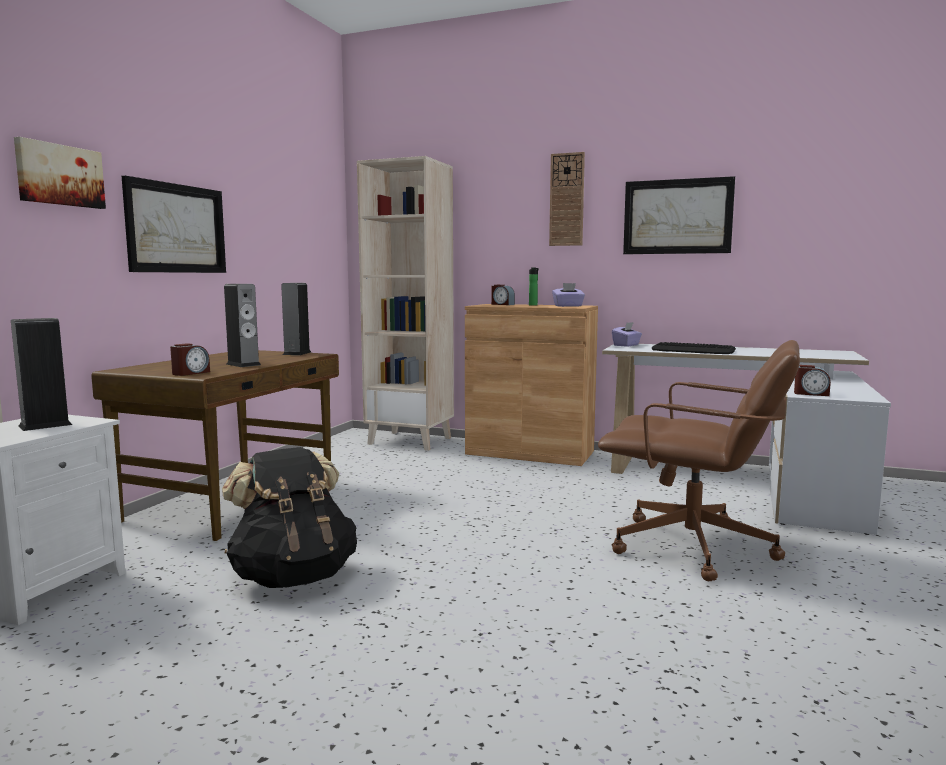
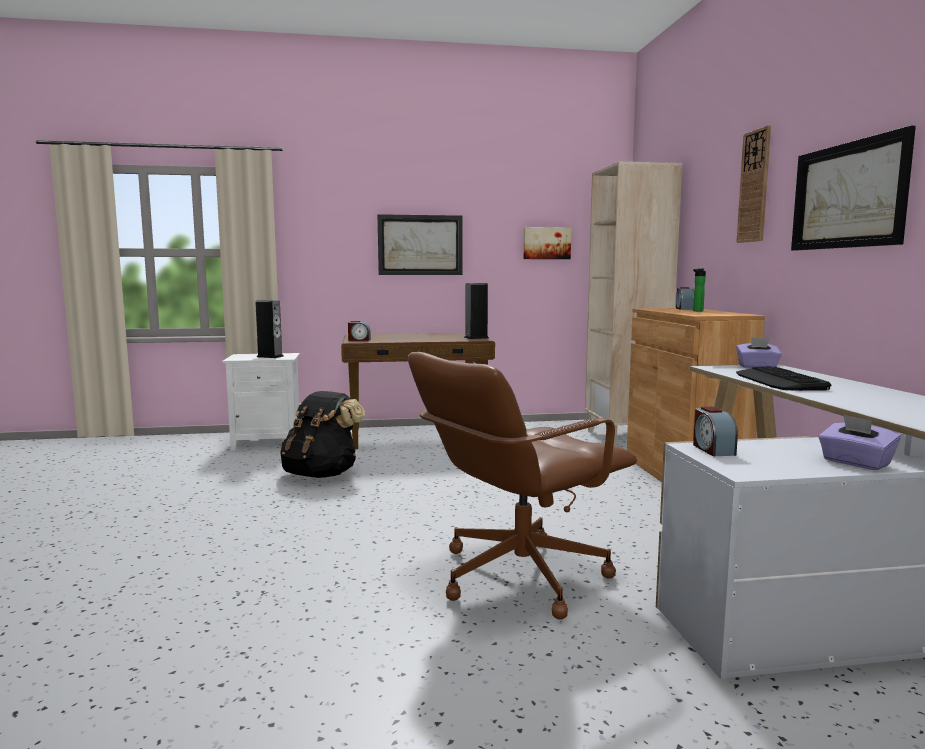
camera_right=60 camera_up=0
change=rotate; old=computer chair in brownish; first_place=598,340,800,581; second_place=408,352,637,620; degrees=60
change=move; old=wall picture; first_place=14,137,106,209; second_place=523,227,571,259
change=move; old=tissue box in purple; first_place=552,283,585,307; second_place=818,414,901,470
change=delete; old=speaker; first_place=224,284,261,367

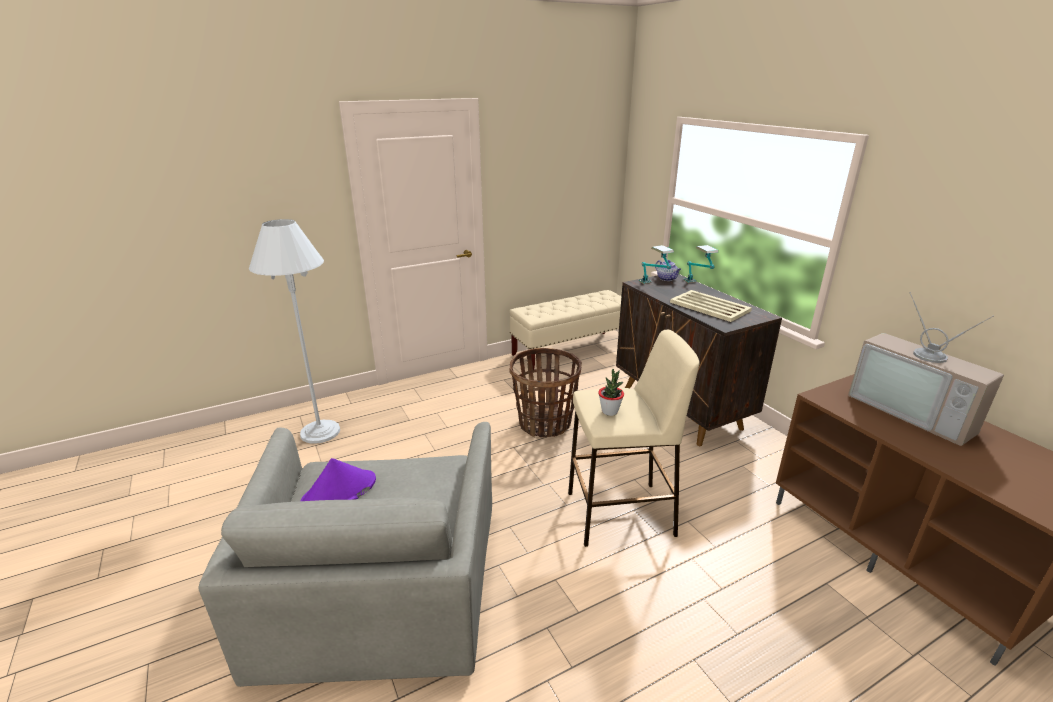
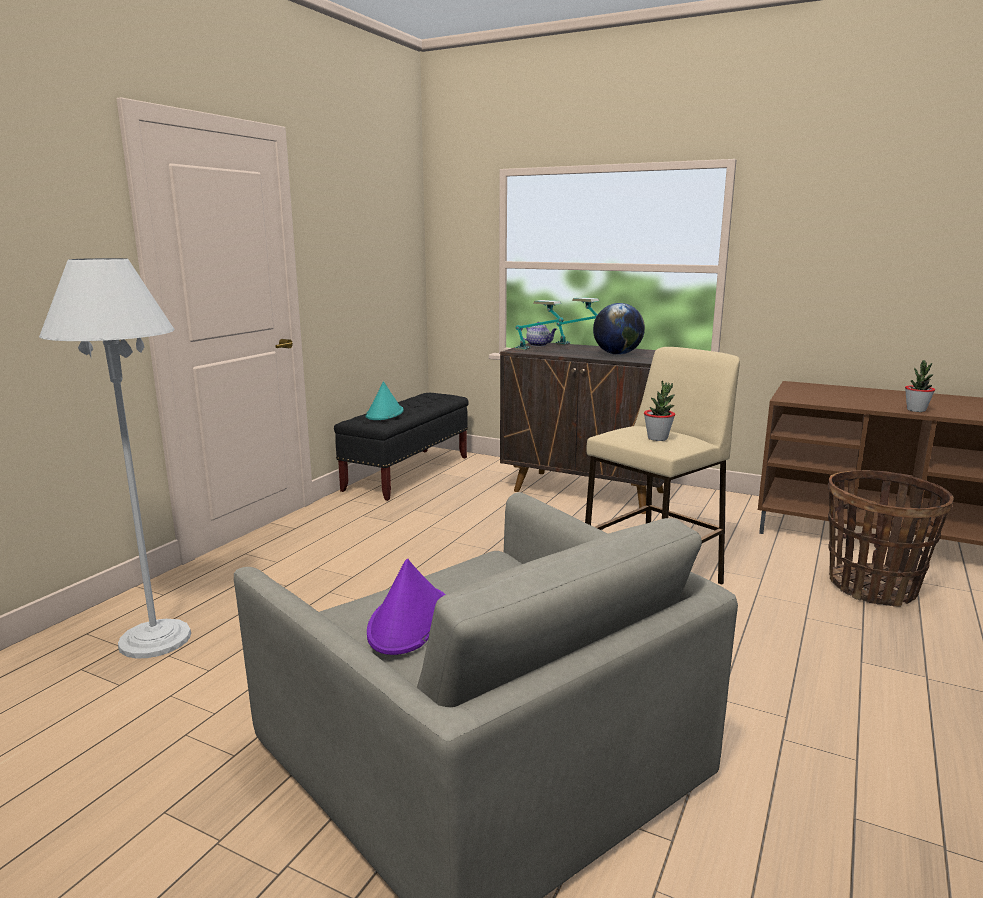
camera_right=-35 camera_up=-10
change=recolor; old=long seat in beige; new=long seat in black-coloured; first_place=509,290,621,370; second_place=334,393,469,501
change=insert; new=hat in turquoise; second_place=365,381,404,420
change=replace; old=carrying tray in beige; new=globe; first_place=670,290,752,322; second_place=593,303,645,355
change=move; old=basket; first_place=510,348,582,437; second_place=828,470,954,607
change=insert; new=potted plant; second_place=905,360,935,412
change=delete; old=TV set; first_place=848,292,1004,446

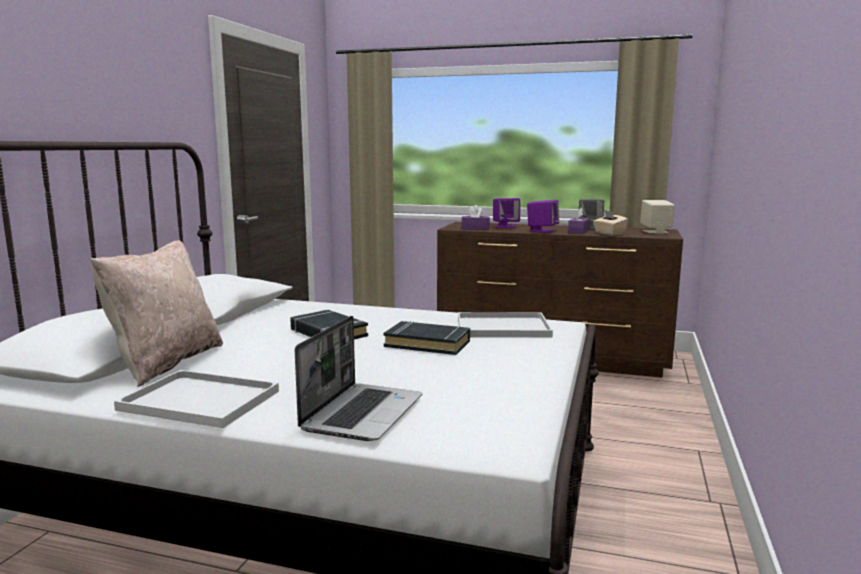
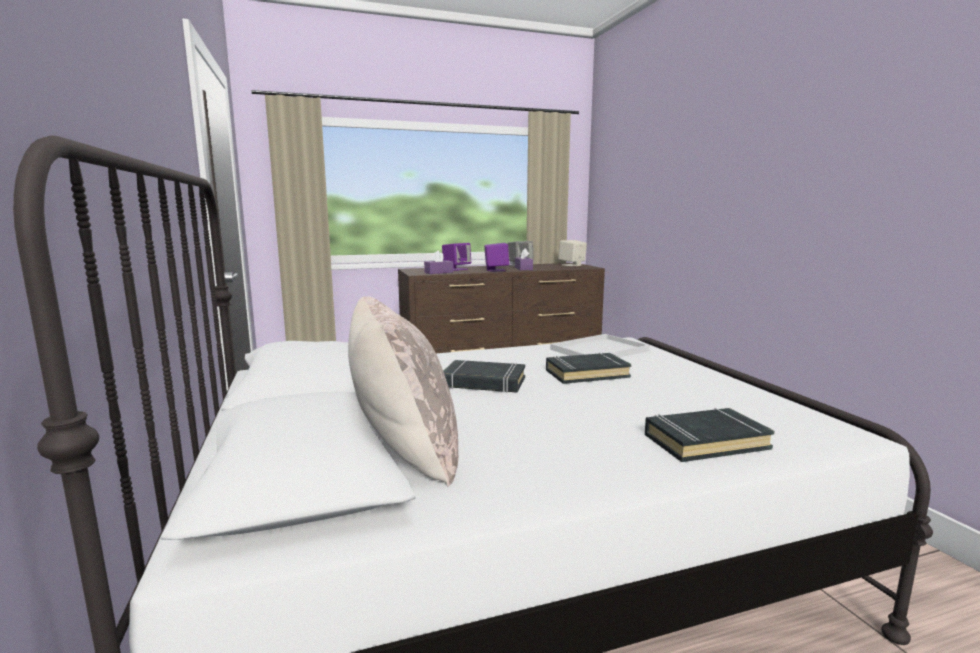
camera_right=-35 camera_up=0
change=replace; old=portable computer; new=volume in black-coloured; first_place=295,316,422,441; second_place=645,408,775,462
change=delete; old=carrying tray in white-coloured; first_place=114,370,279,428
change=delete; old=tissue box in beige; first_place=593,210,628,235

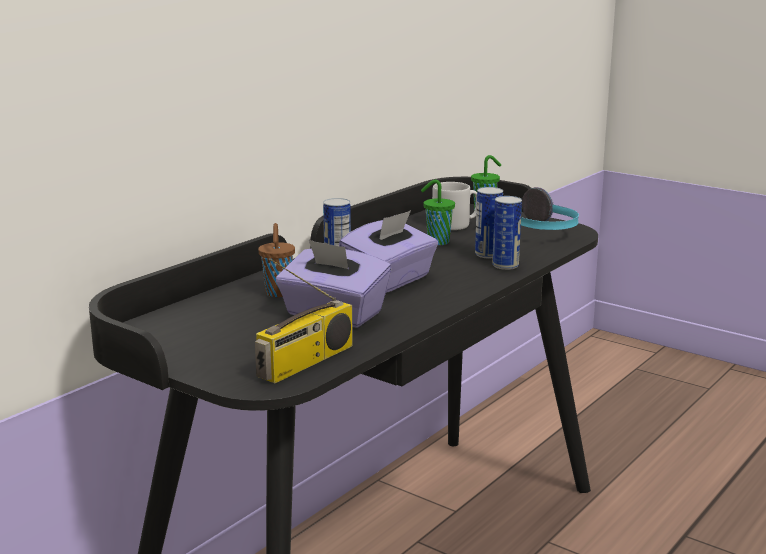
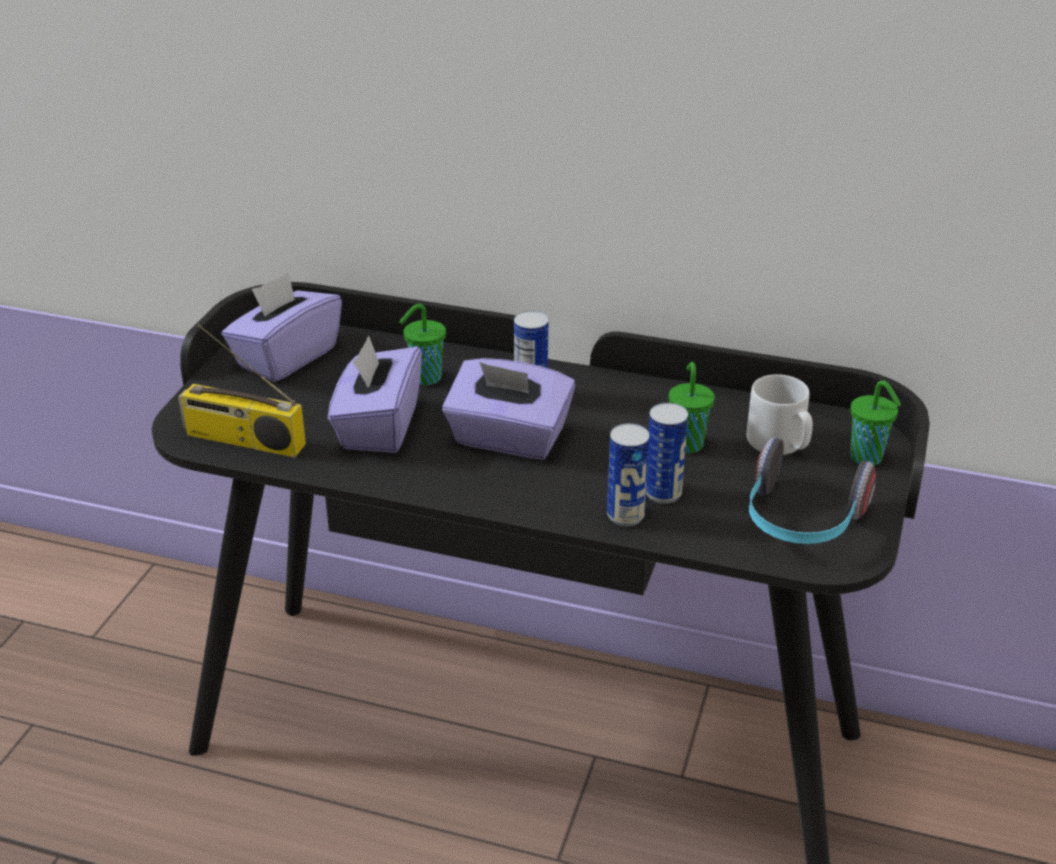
camera_right=70 camera_up=15
change=insert; new=tissue box in purple; second_place=222,272,342,382
change=recolor; old=small cup in brownish; new=small cup in green-coloured; first_place=258,223,295,297; second_place=399,304,446,385

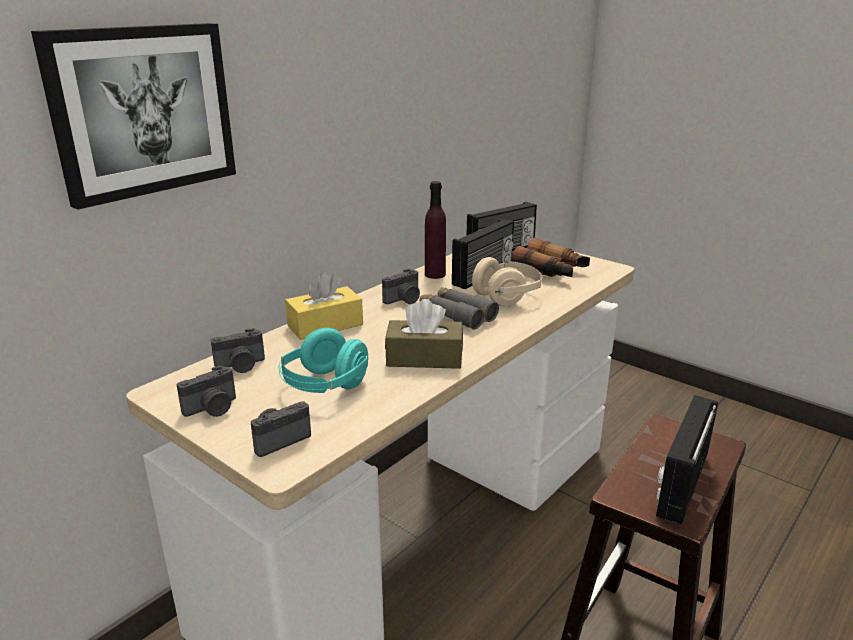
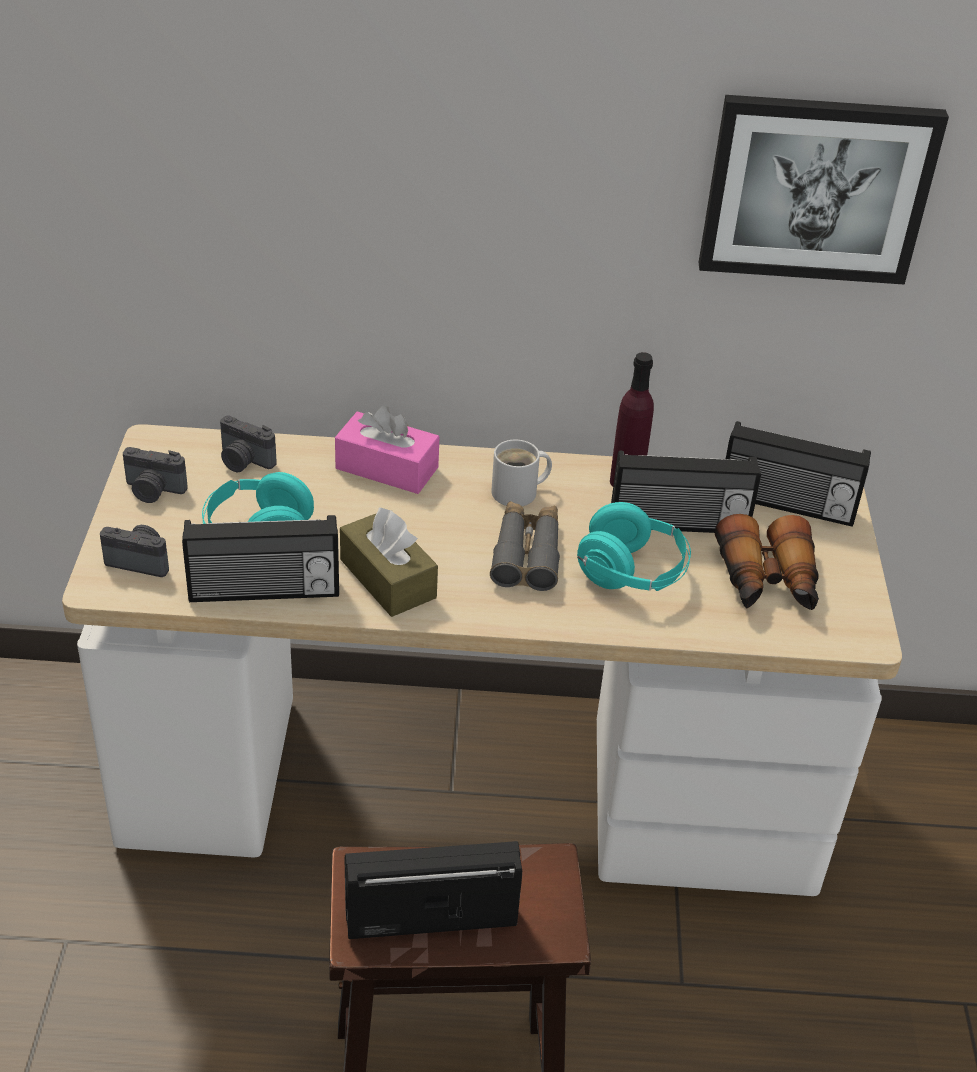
camera_right=50 camera_up=15
change=insert; new=radio receiver; second_place=182,515,339,602
change=recolor; old=tissue box in yellowish; new=tissue box in pink-coloured; first_place=285,273,363,340; second_place=335,406,439,494
change=replace; old=photo camera; new=coffee mug in white-coloured; first_place=382,269,420,304; second_place=491,440,552,506
change=recolor; old=headphones in beige; new=headphones in turquoise; first_place=472,257,542,306; second_place=577,502,691,591
change=move; old=wall picture; first_place=31,23,236,210; second_place=699,95,949,285

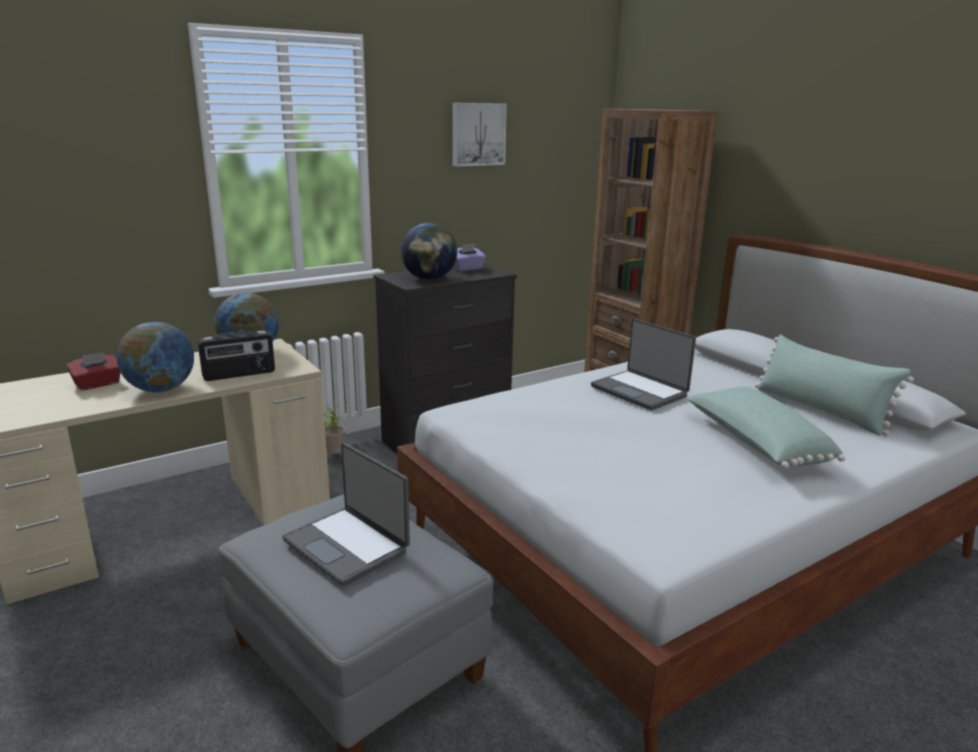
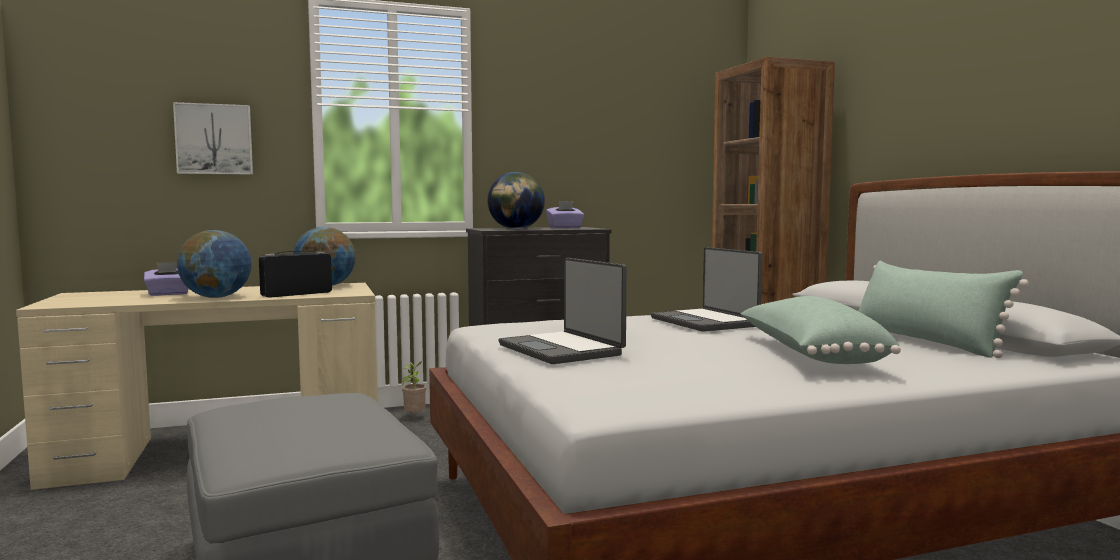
camera_right=15 camera_up=-15
change=recolor; old=tissue box in red-coloured; new=tissue box in purple; first_place=66,352,121,391; second_place=144,262,189,296
change=move; old=wall picture; first_place=452,103,507,167; second_place=173,102,253,175
change=rotate; old=radio receiver; first_place=198,331,275,381; second_place=259,251,332,298; degrees=150
change=move; old=portable computer; first_place=282,443,410,586; second_place=498,258,627,364

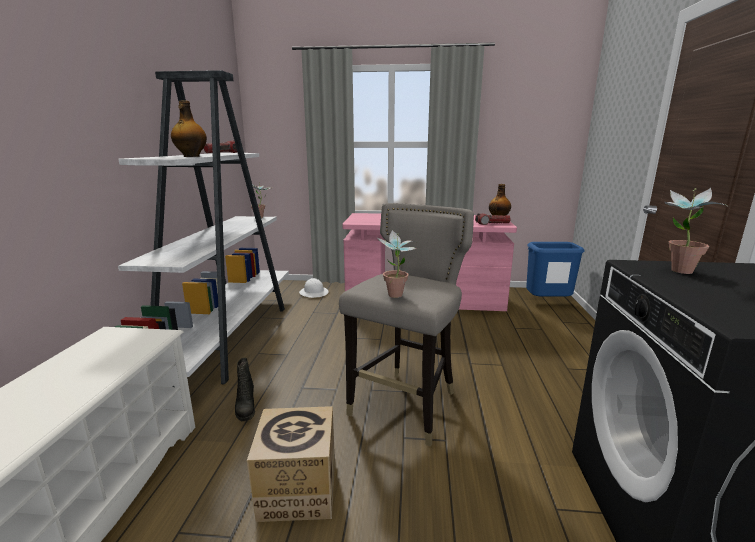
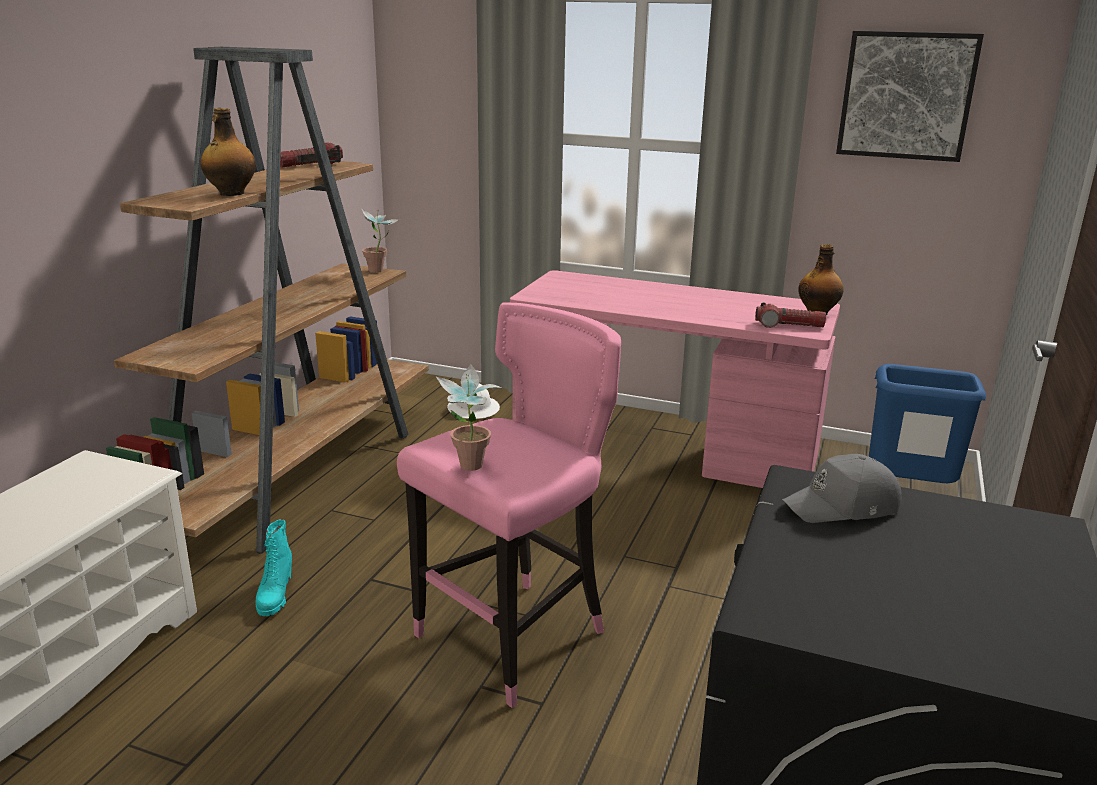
camera_right=15 camera_up=5
change=recolor; old=bookshelf in white-coloured; new=bookshelf in brownish; first_place=115,70,289,385; second_place=106,47,429,554
change=recolor; old=boot in black-coloured; new=boot in turquoise; first_place=235,358,255,421; second_place=256,519,292,616
change=recolor; old=sitting stool in grey; new=sitting stool in pink-coloured; first_place=339,203,474,447; second_place=397,303,621,708
change=replace; old=potted plant; new=peaked cap in grey; first_place=665,188,727,274; second_place=782,454,902,523
change=insert; new=wall picture; second_place=836,31,984,162
change=delete; old=carton; first_place=247,406,335,522

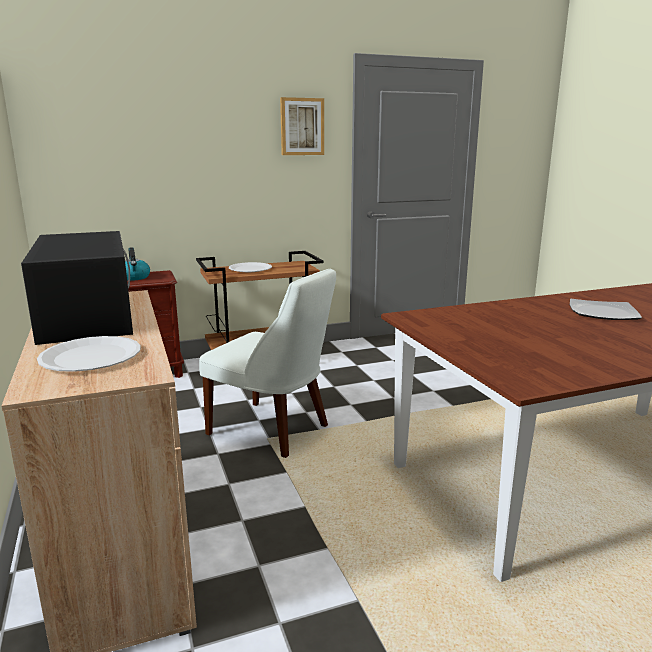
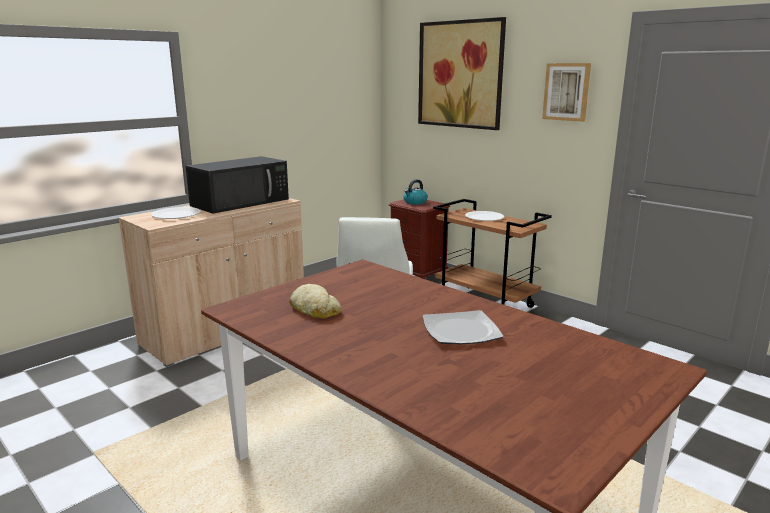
camera_right=65 camera_up=0
change=insert; new=bread; second_place=289,284,341,319
change=insert; new=wall picture; second_place=418,17,506,130

